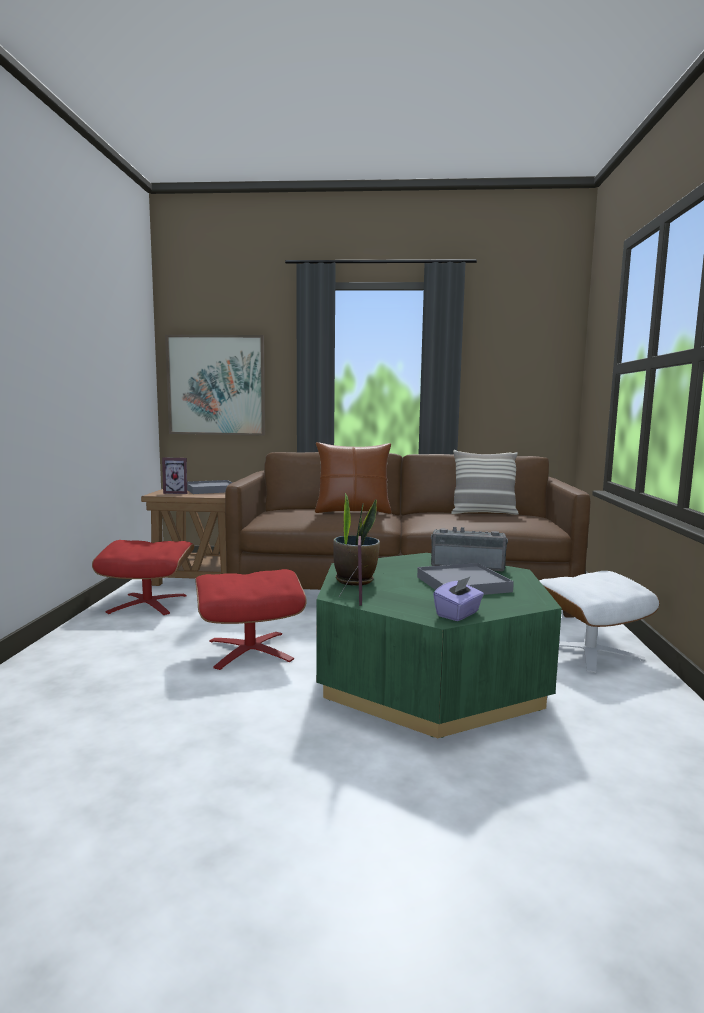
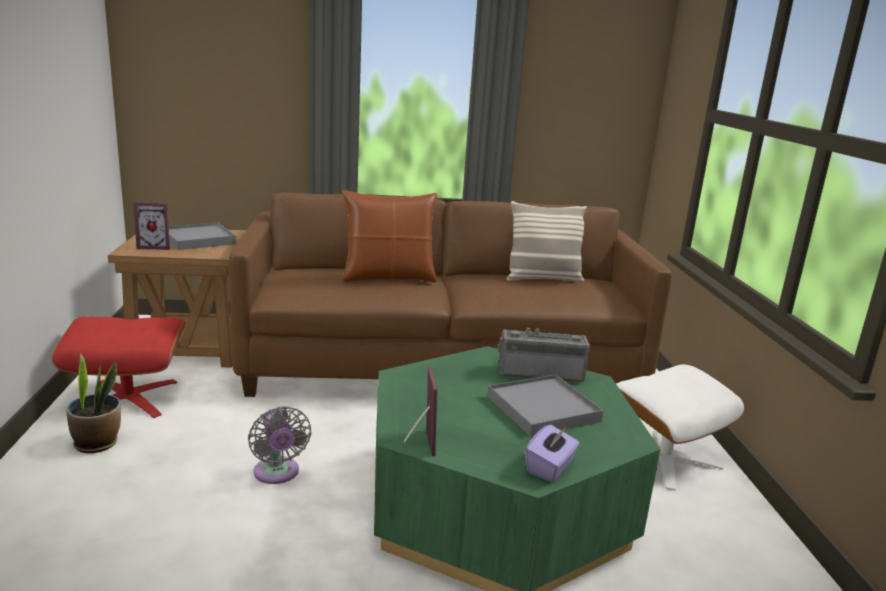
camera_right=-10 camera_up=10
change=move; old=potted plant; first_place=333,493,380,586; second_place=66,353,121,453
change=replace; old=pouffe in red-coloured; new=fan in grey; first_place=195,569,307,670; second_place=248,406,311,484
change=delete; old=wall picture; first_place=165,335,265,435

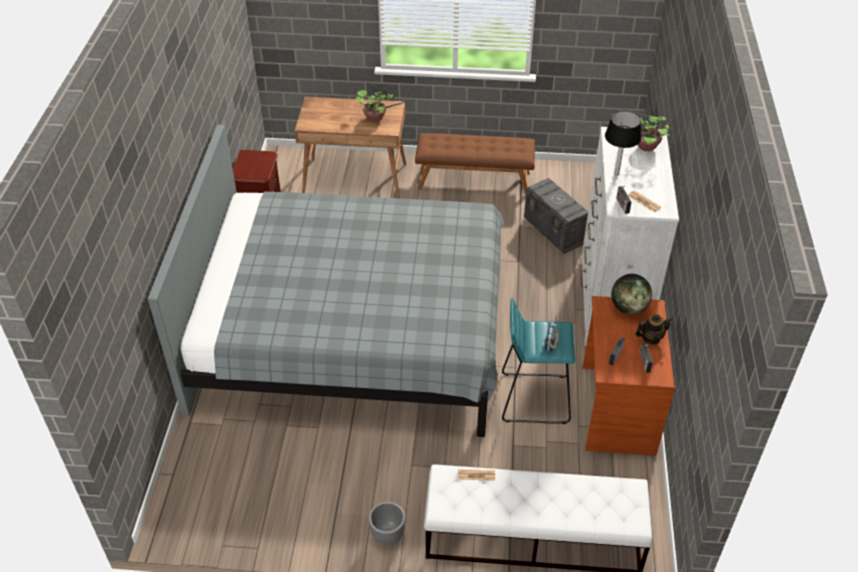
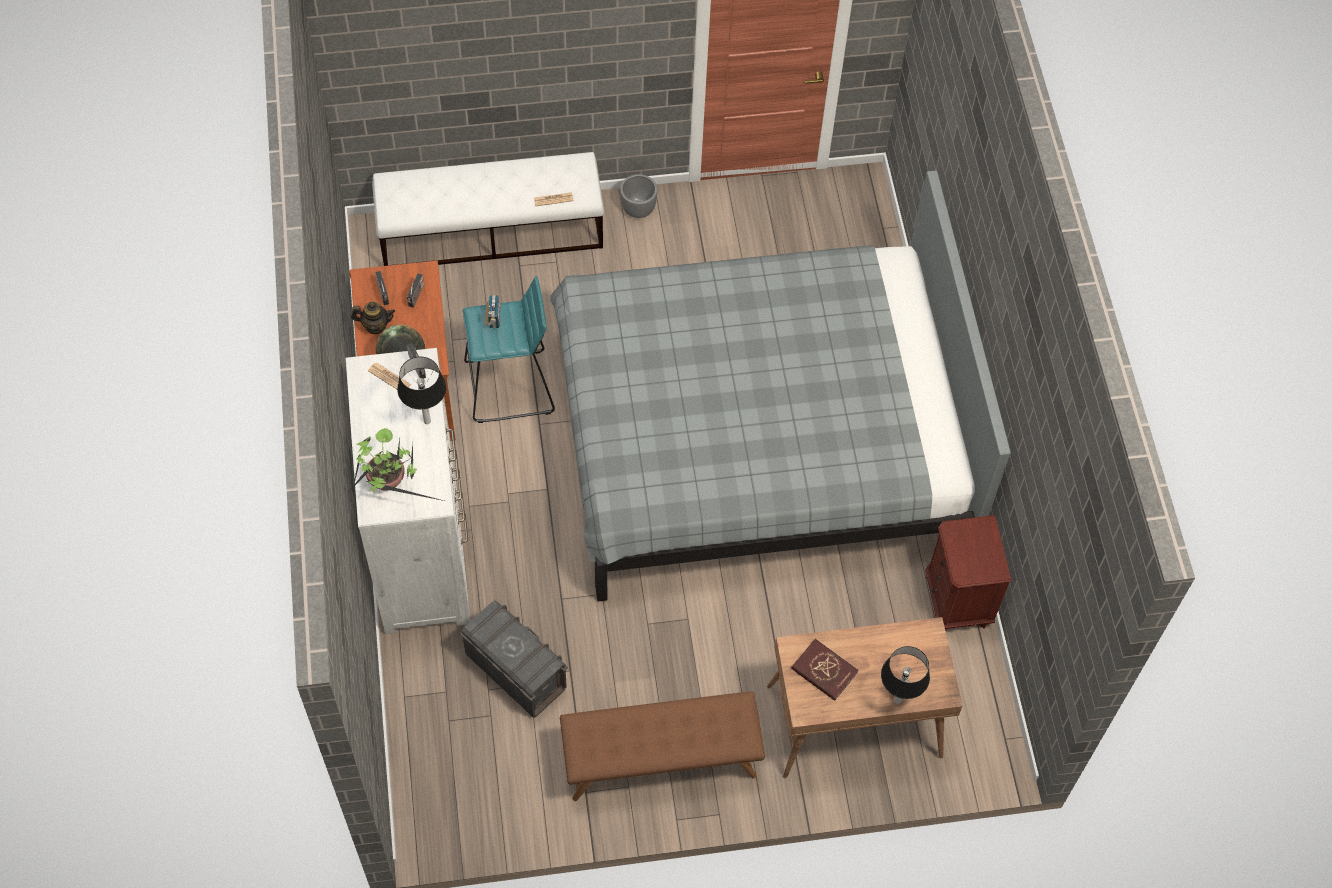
camera_right=165 camera_up=15
change=rotate; old=tea pot; first_place=635,314,673,345; second_place=351,301,395,334; degrees=-150
change=replace; old=potted plant; new=volume in red-coloured; first_place=354,88,414,122; second_place=791,638,859,701
change=insert; new=tabletop lamp; second_place=881,646,930,704

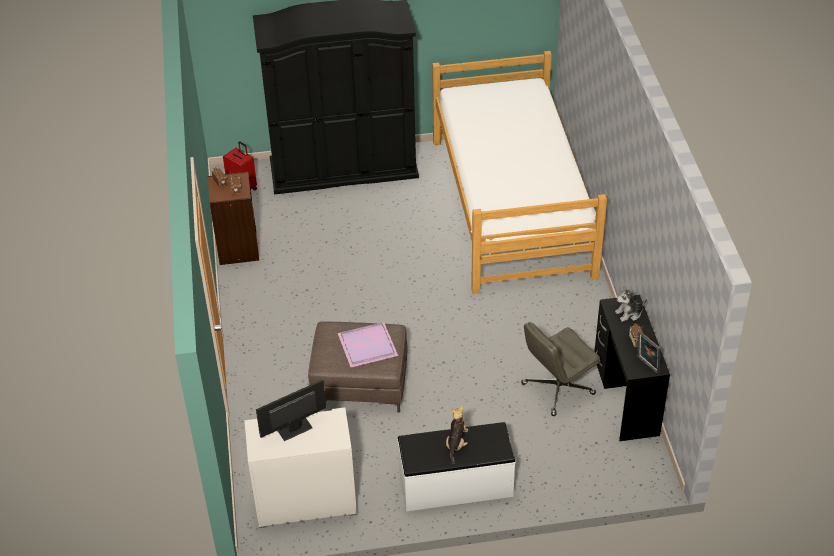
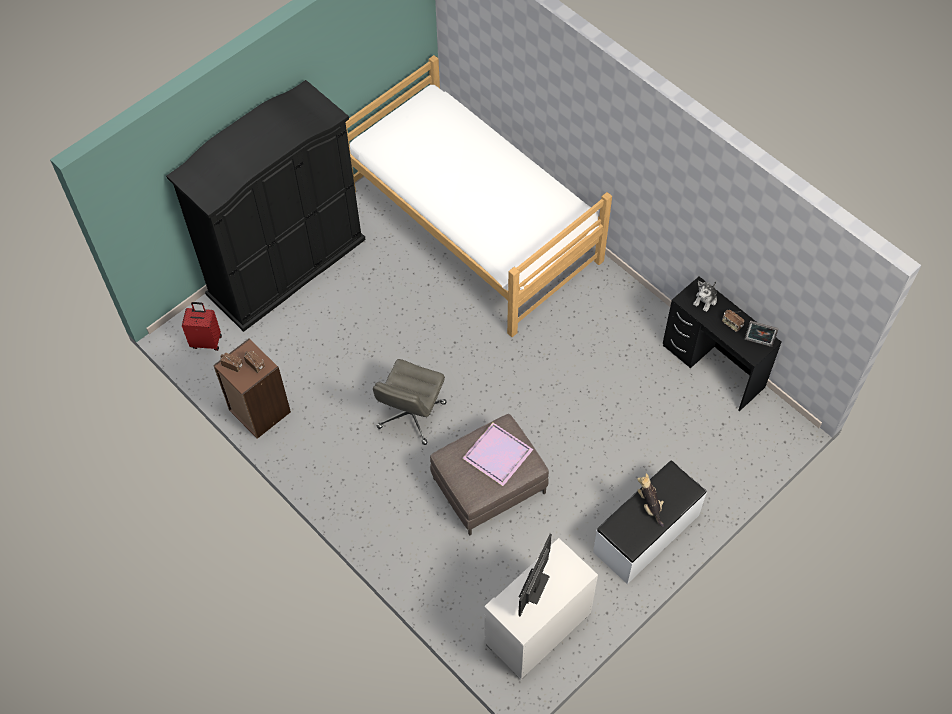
camera_right=-35 camera_up=15
change=move; old=computer chair in grey; first_place=521,322,600,416; second_place=373,359,447,445

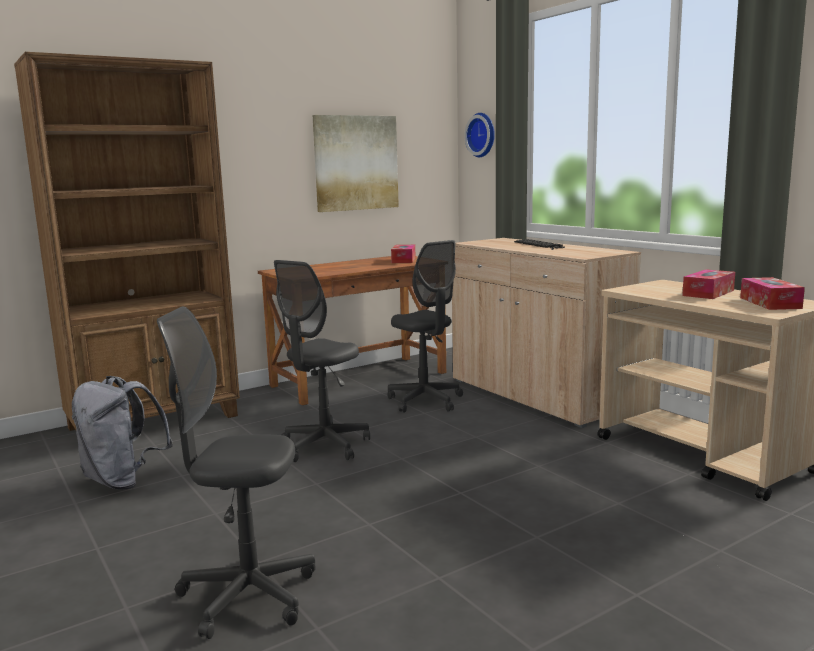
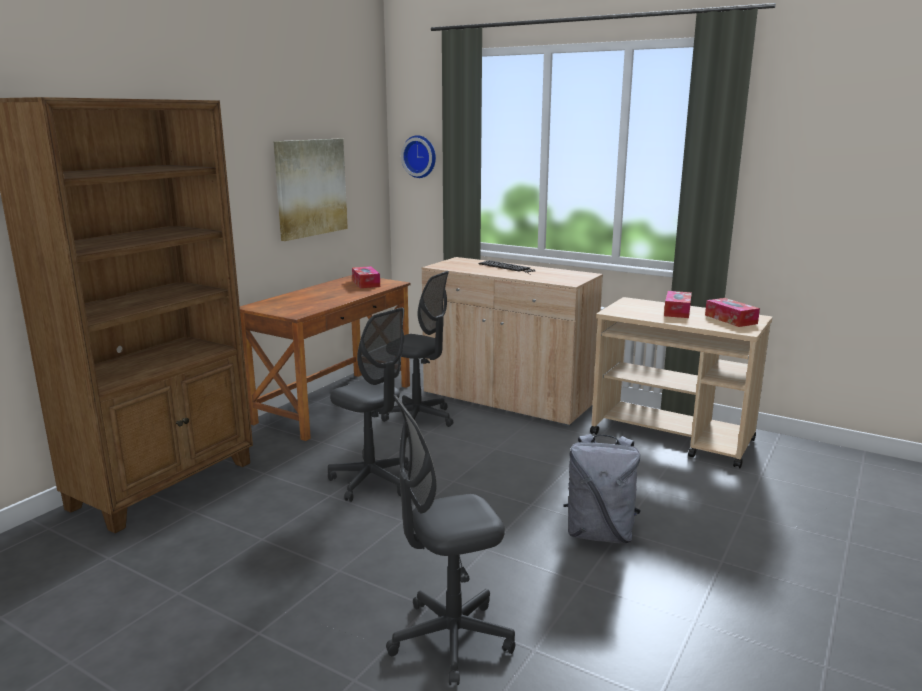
camera_right=-25 camera_up=5
change=rotate; old=computer chair in grey; first_place=274,260,370,462; second_place=328,307,409,502; degrees=-60
change=move; old=knapsack in grey; first_place=72,376,173,490; second_place=563,434,641,543

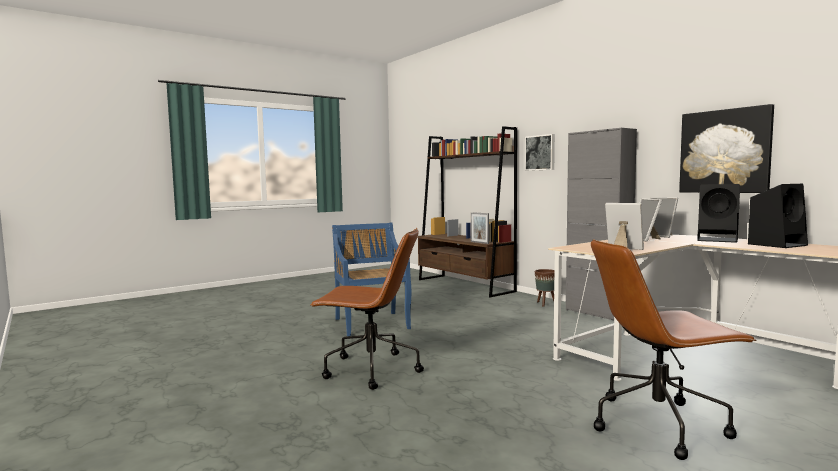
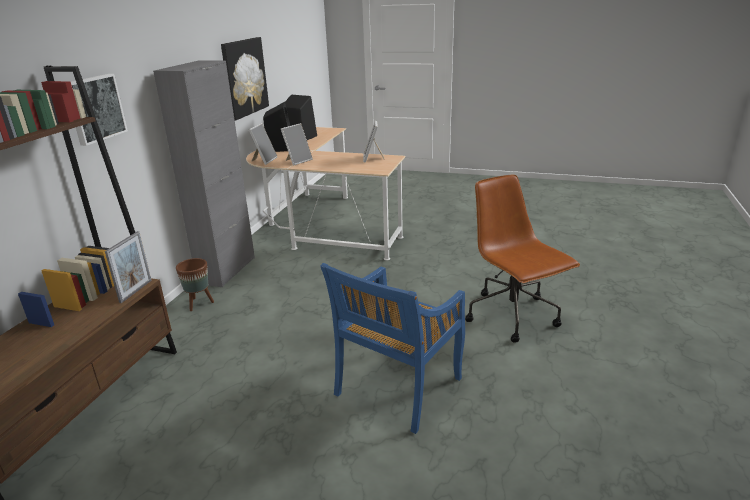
camera_right=-125 camera_up=20
change=delete; old=computer chair in brownish; first_place=591,239,756,460

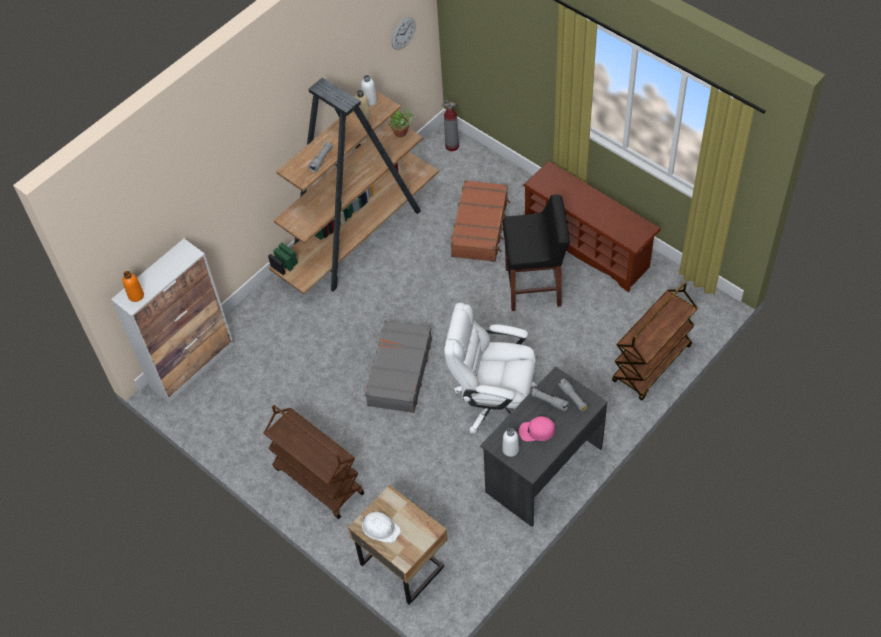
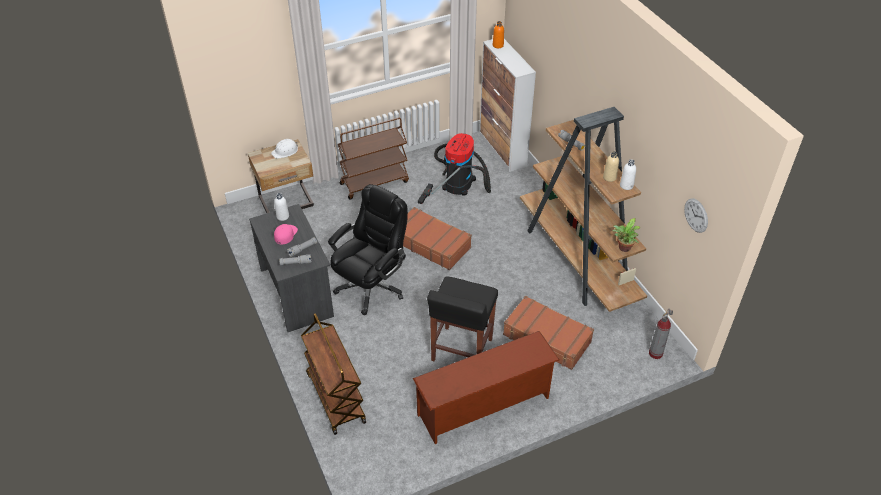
camera_right=110 camera_up=-10
change=recolor; old=computer chair in white-coloured; new=computer chair in black-coloured; first_place=444,303,537,434; second_place=328,184,408,315
change=recolor; old=piece of luggage in grey; new=piece of luggage in brownish; first_place=365,320,432,413; second_place=403,207,472,270
change=insert; new=hoover; second_place=418,133,491,204

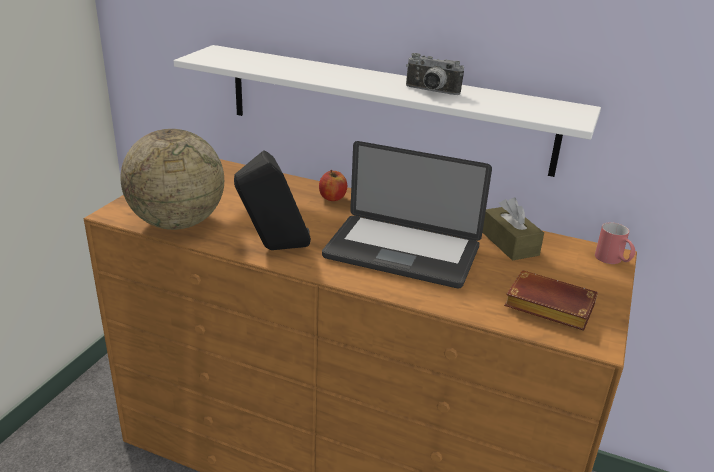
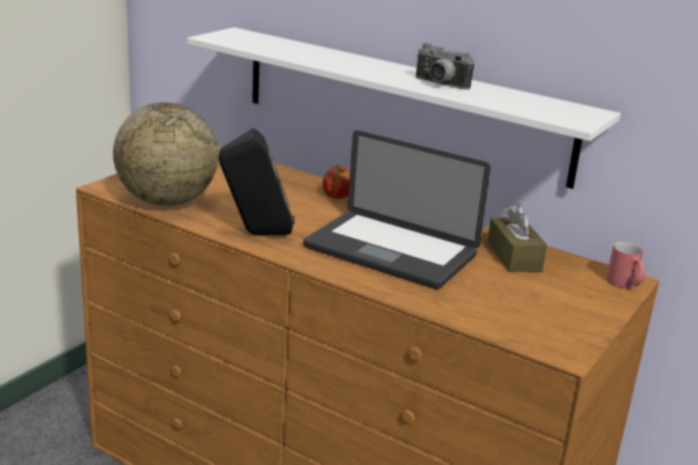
camera_right=10 camera_up=-5
change=delete; old=volume in brownish; first_place=504,270,598,331

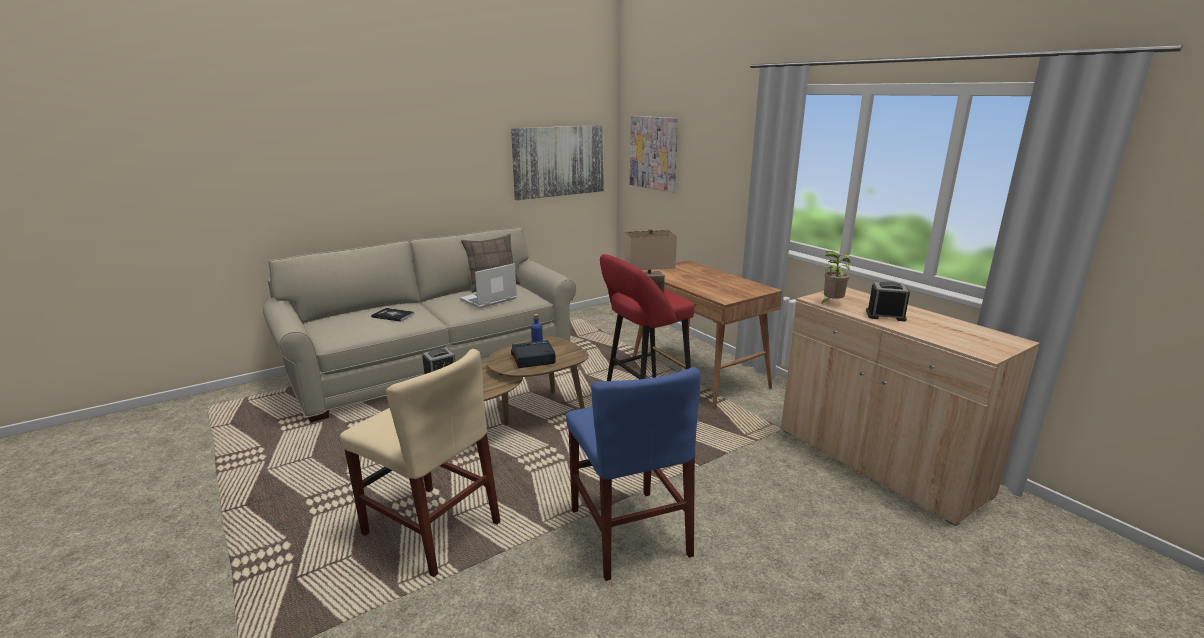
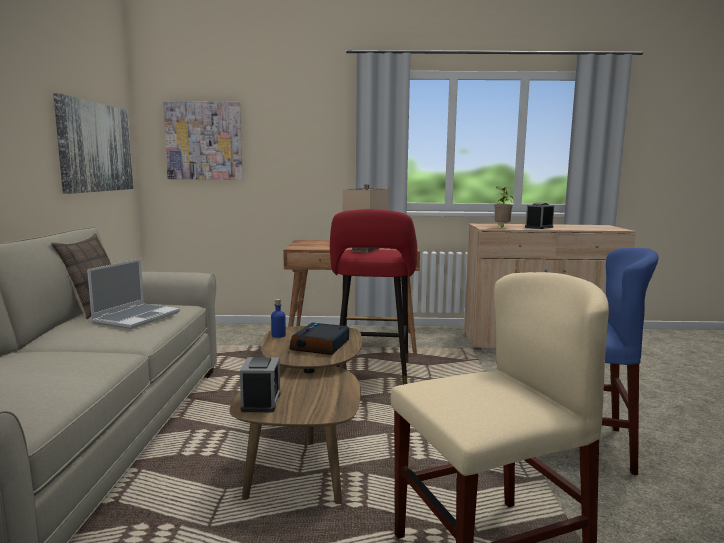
camera_right=-55 camera_up=-10
change=rotate; old=portable computer; first_place=460,263,517,308; second_place=87,259,180,329; degrees=-150
change=delete; old=volume; first_place=371,308,415,322

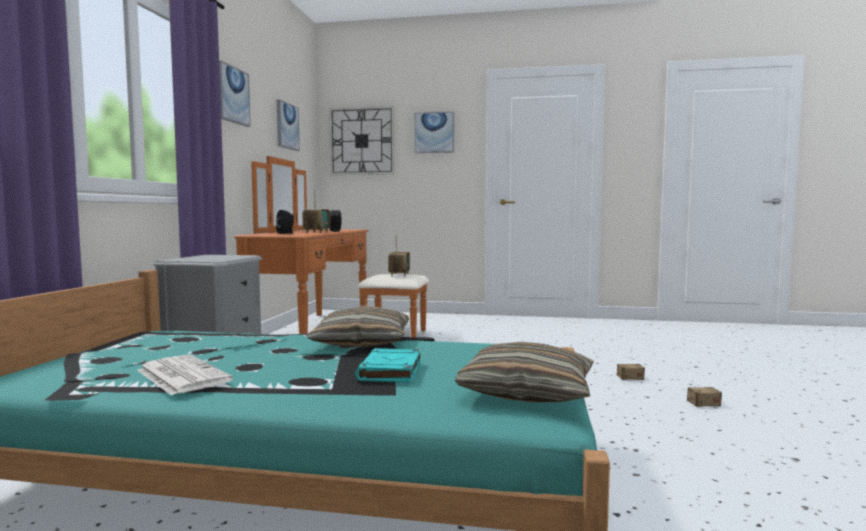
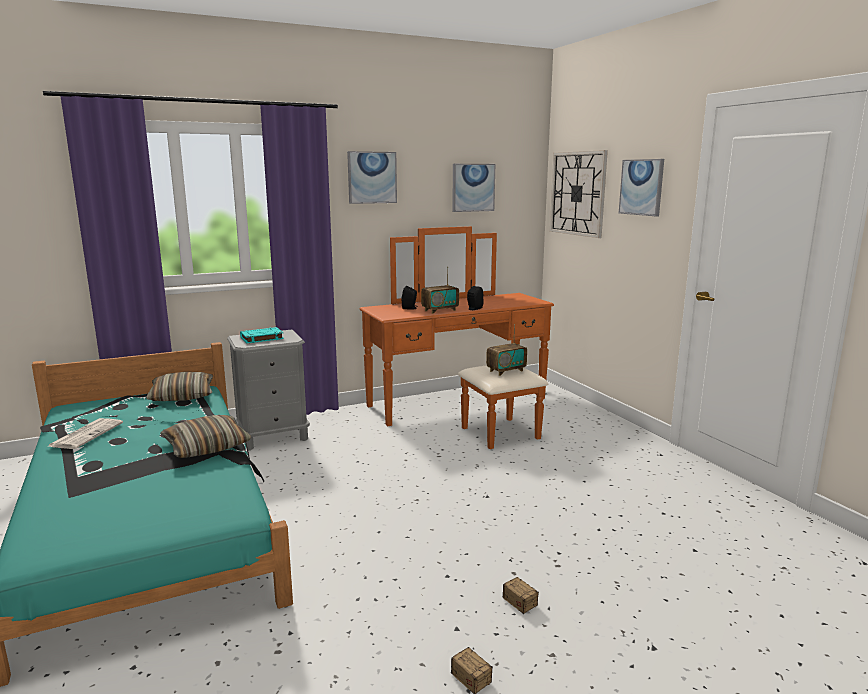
camera_right=55 camera_up=10
change=move; old=pillow; first_place=455,342,594,402; second_place=146,372,213,401
change=move; old=volume in turquoise; first_place=355,348,421,383; second_place=240,327,284,343

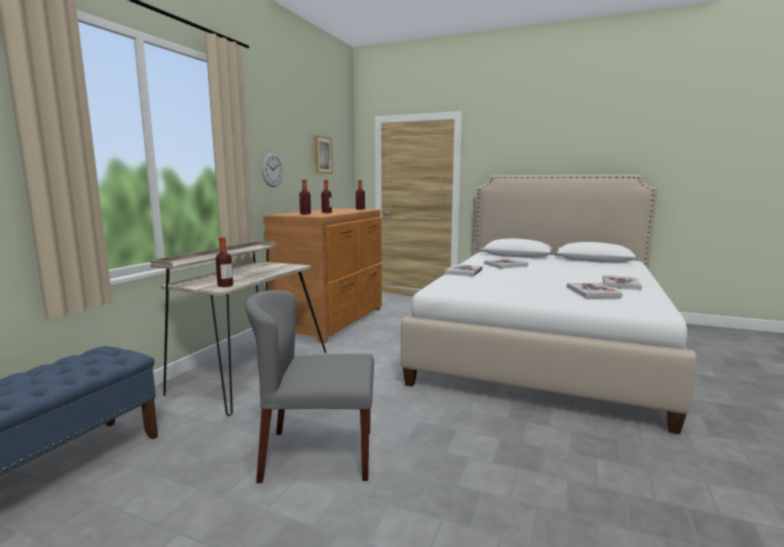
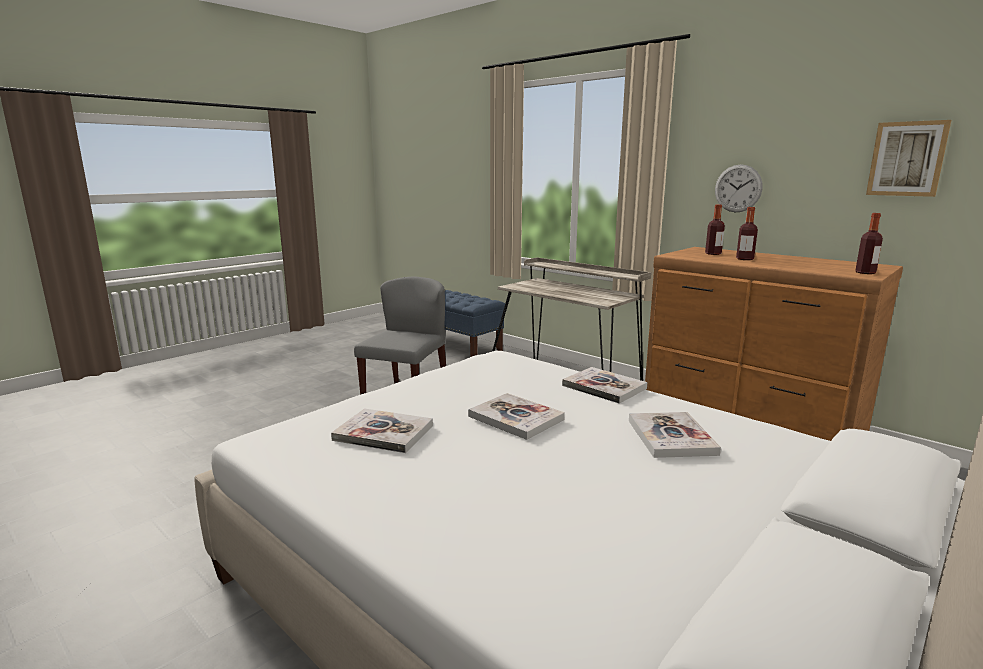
camera_right=110 camera_up=5
change=move; old=volume; first_place=603,275,642,290; second_place=468,393,565,440
change=delete; old=drink bottle; first_place=216,237,233,287

